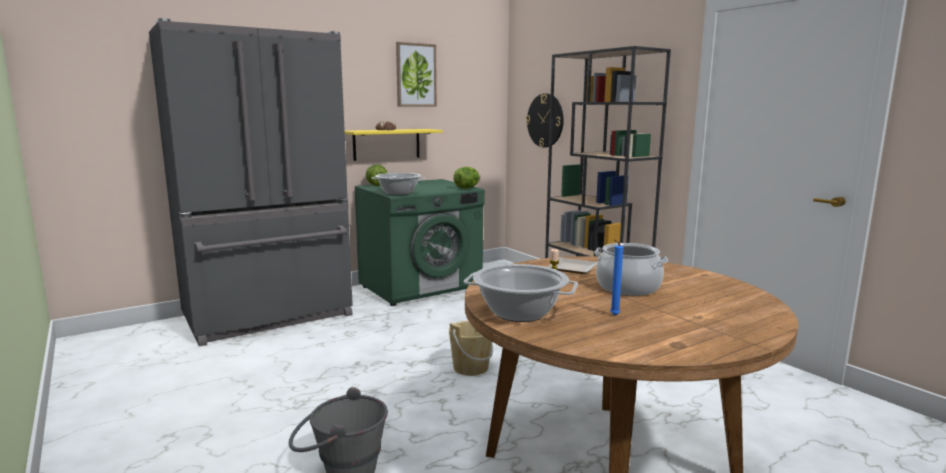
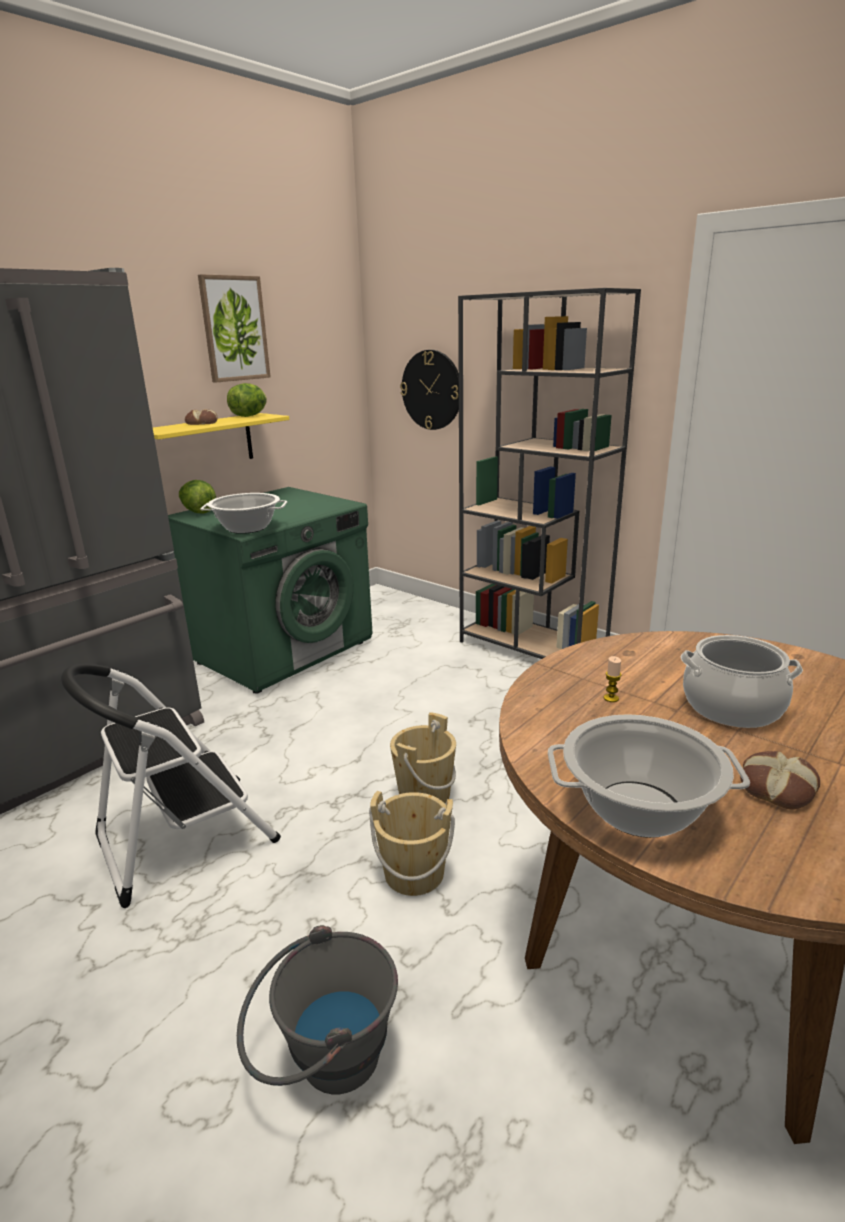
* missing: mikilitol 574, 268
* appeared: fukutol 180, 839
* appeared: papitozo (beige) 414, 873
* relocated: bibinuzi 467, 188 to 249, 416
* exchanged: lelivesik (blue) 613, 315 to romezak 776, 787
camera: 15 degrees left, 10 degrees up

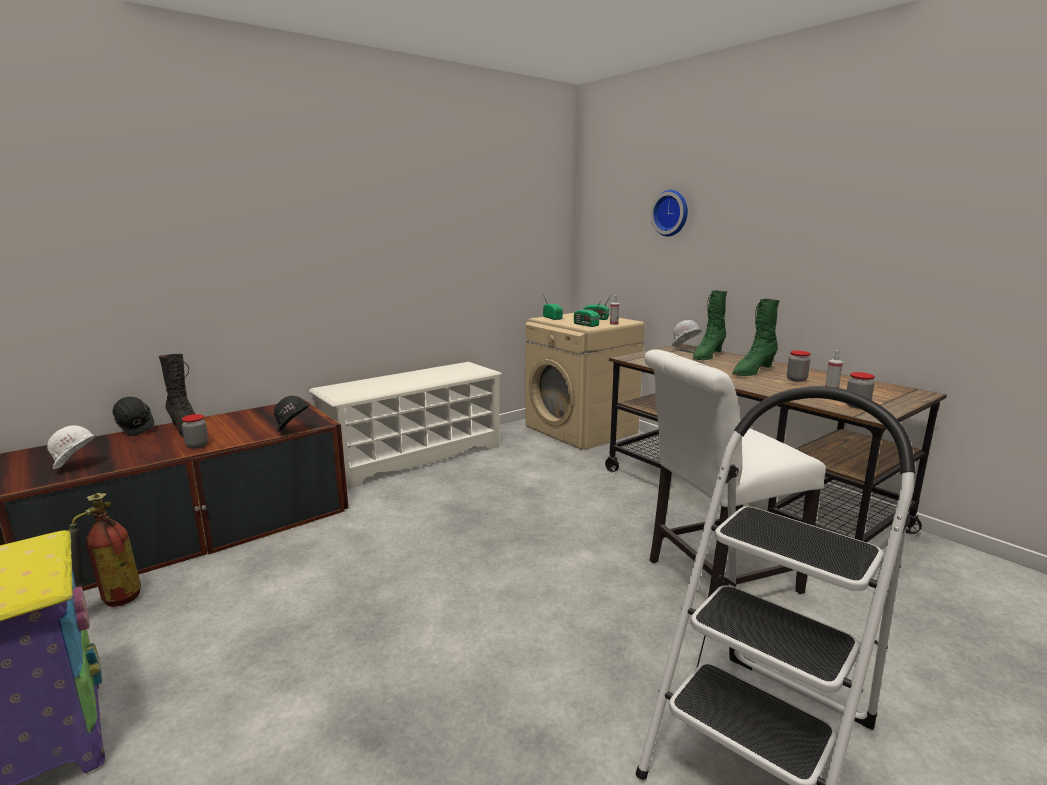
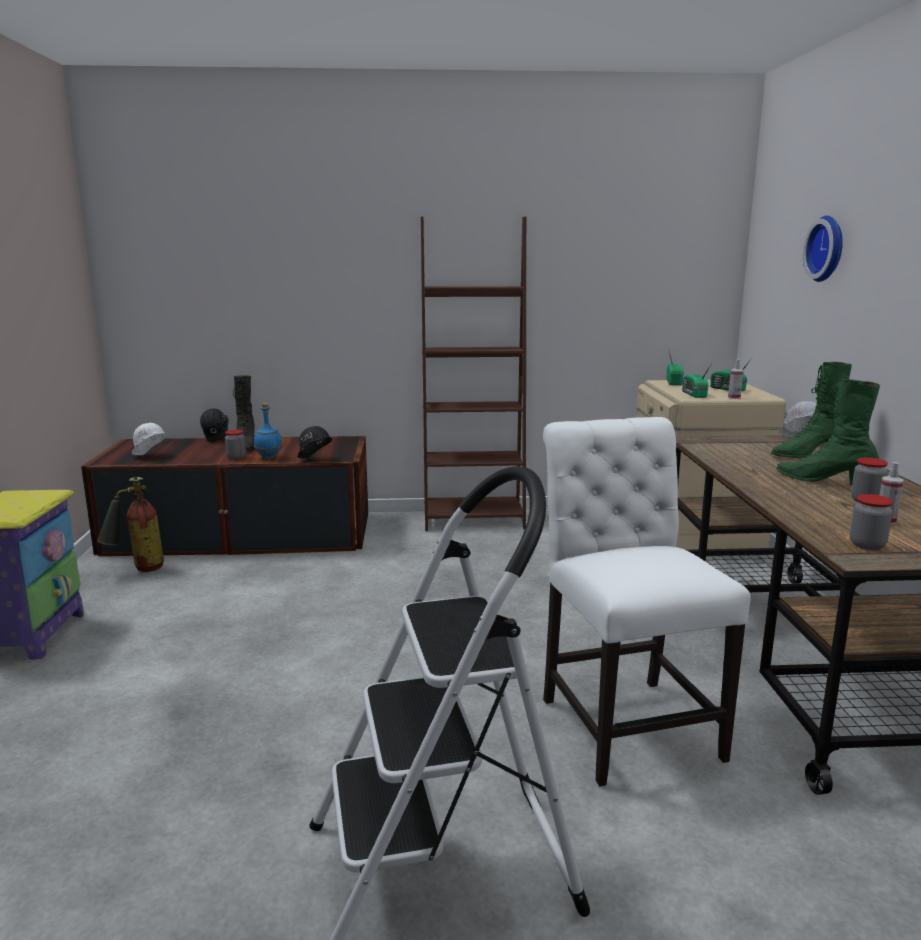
* appeared: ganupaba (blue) 269, 457
* exchanged: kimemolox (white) 414, 457 to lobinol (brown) 473, 520
* spun: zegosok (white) 713, 577 = 625, 722 60 degrees clockwise
* spun: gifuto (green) 752, 372 = 823, 481 45 degrees clockwise
camera: 35 degrees right, 0 degrees up

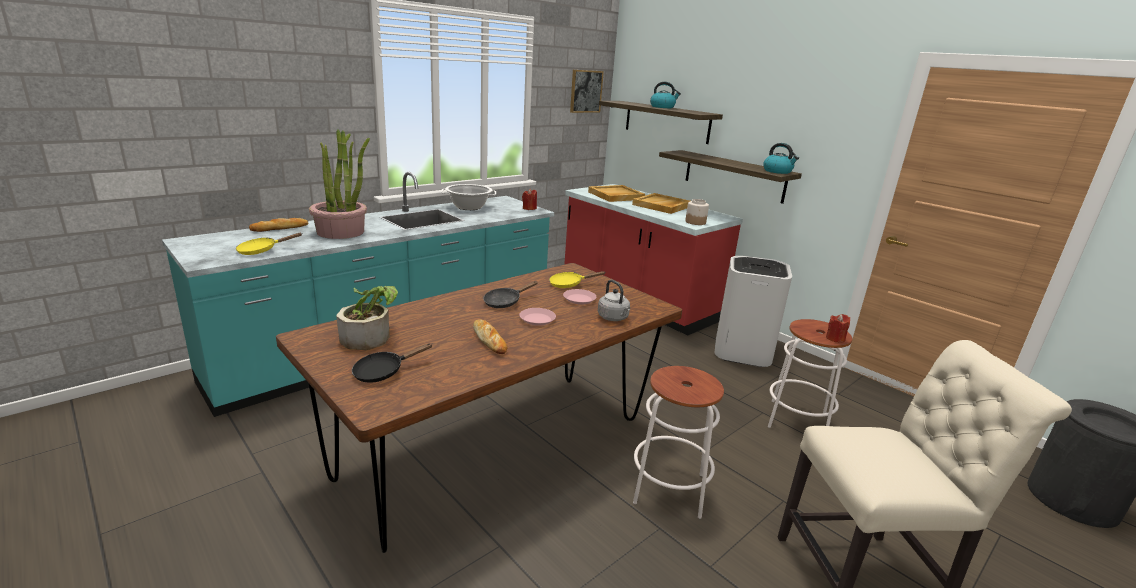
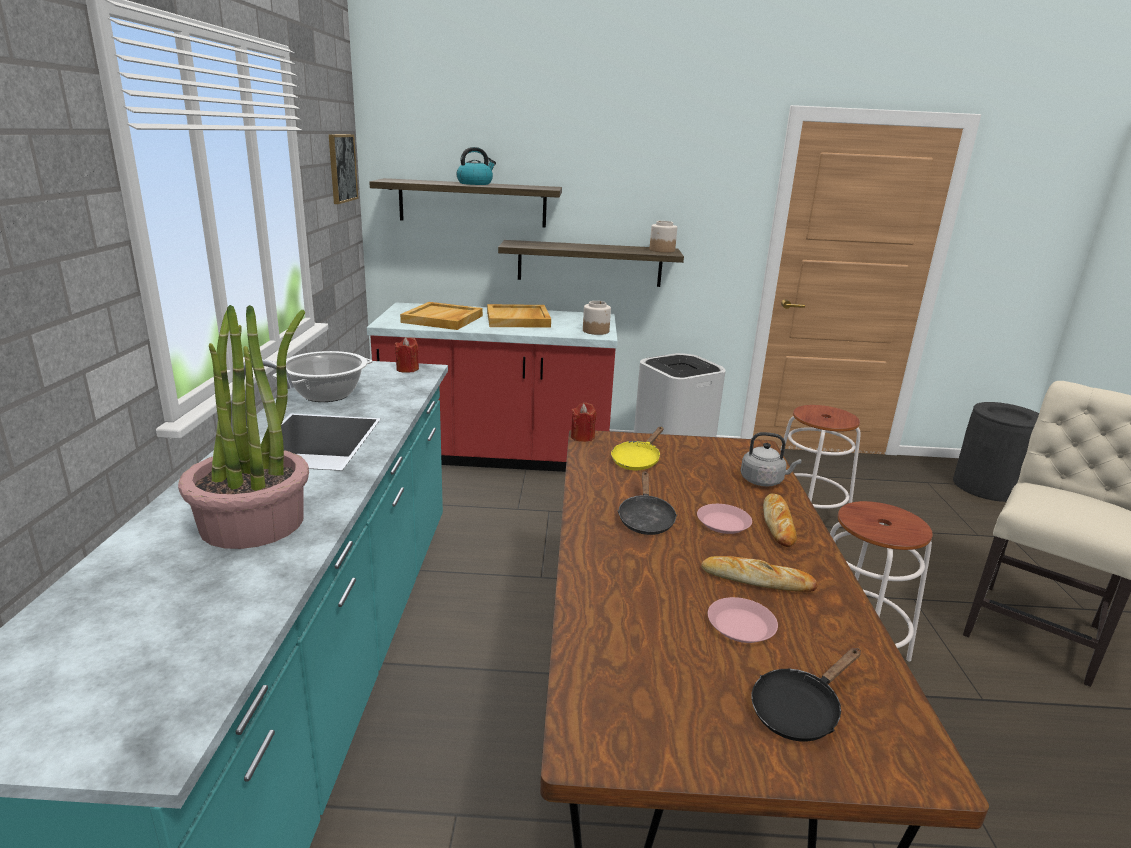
* missing: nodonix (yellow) 261, 250
* missing: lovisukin 371, 336
* relocated: romezak 280, 228 to 778, 523
* relocated: mikilitol (pink) 579, 299 to 741, 626
* relocated: lelivesik (red) 835, 338 to 582, 437
* exchanged: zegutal 778, 171 to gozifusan 661, 250
* spun: nodonix (black) 383, 372 = 799, 710 45 degrees clockwise
camera: 45 degrees left, 0 degrees up

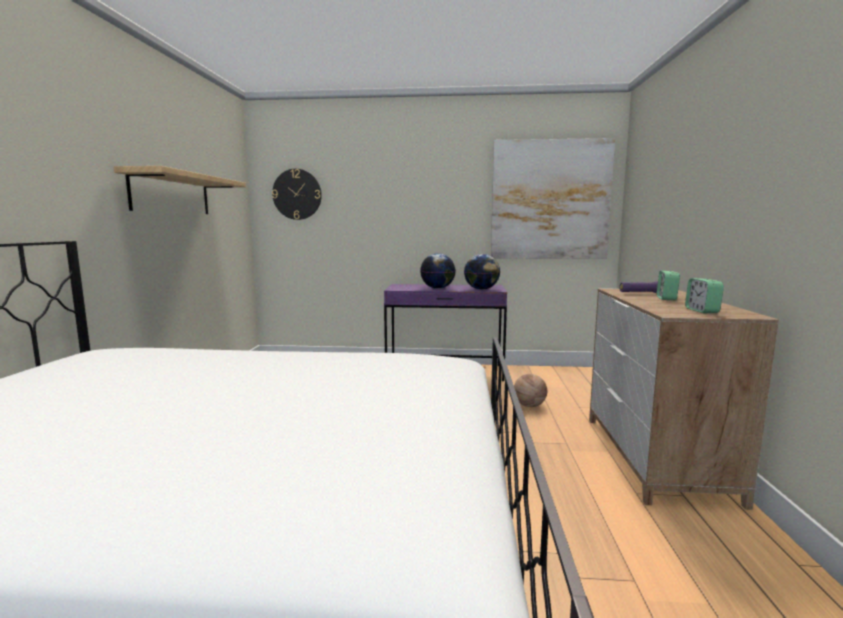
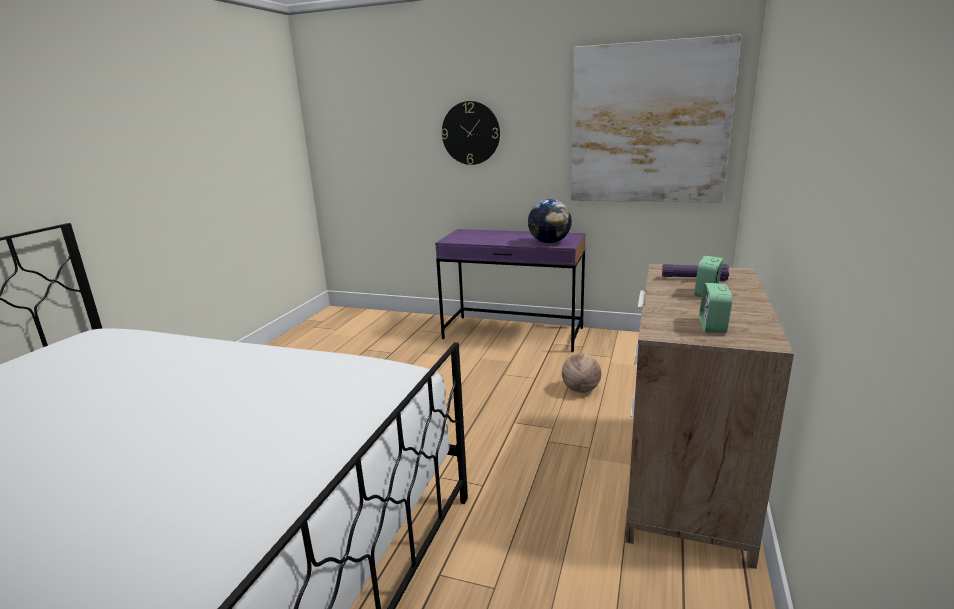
* missing: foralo 171, 194
* missing: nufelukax 438, 288
* relocated: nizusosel 297, 194 to 470, 133
camera: 15 degrees right, 10 degrees up

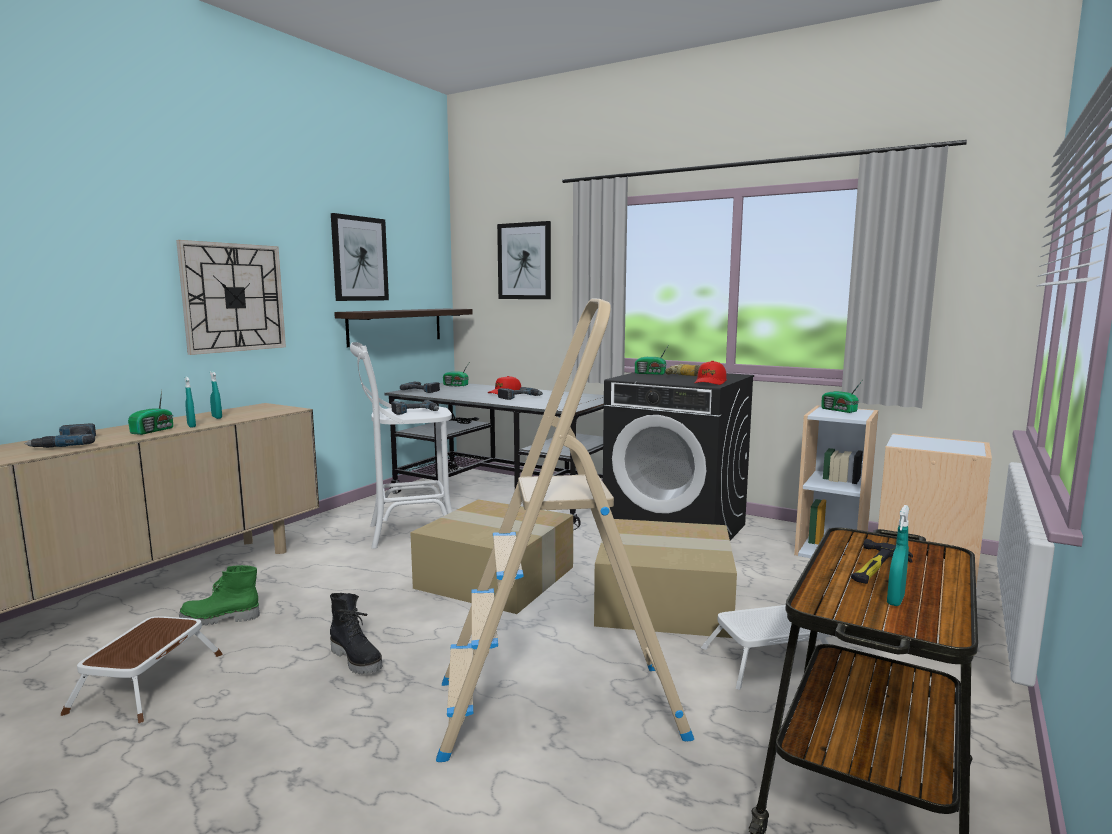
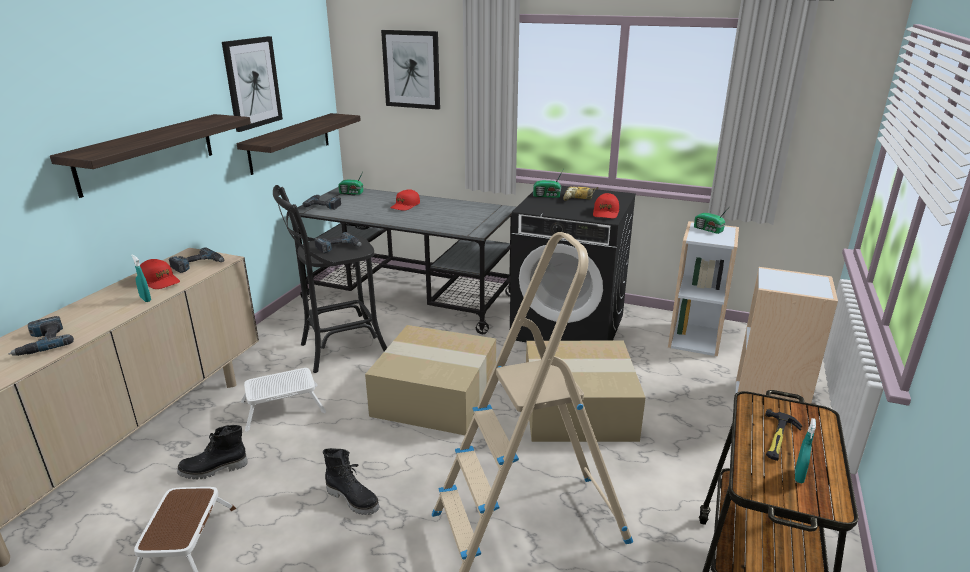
* missing: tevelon 154, 430
* relocated: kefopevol 520, 397 to 198, 265
* relocated: fukutol (white) 770, 661 to 283, 407
* exchanged: nizusosel 233, 297 to foralo 147, 153
* exchanged: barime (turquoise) 217, 417 to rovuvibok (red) 160, 281
* colour: gifuto (green) 219, 619 to gifuto (black) 213, 470
* colour: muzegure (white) 408, 532 to muzegure (black) 339, 350
camera: 10 degrees left, 15 degrees up

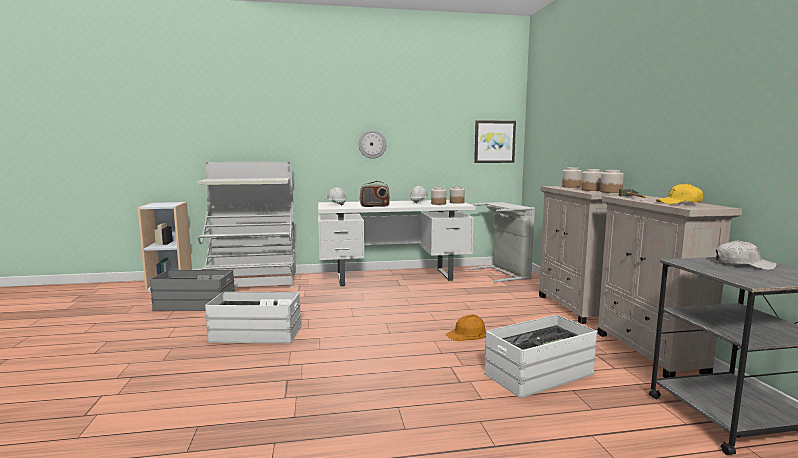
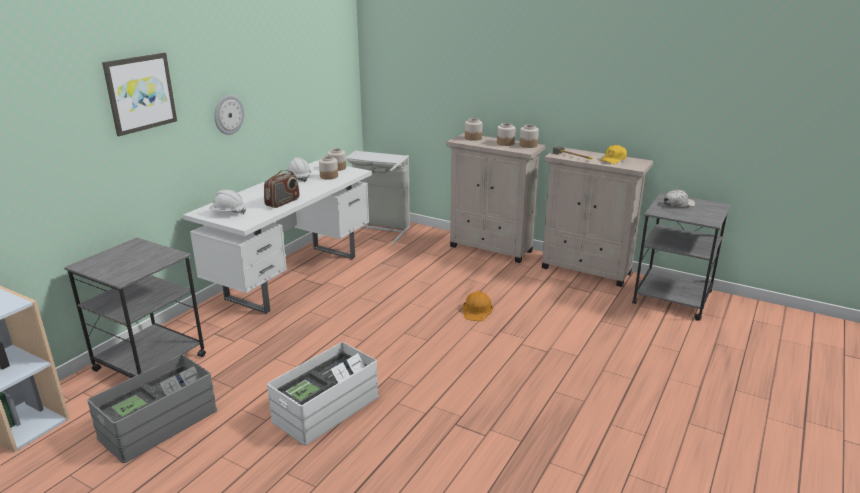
* missing: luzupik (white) 539, 373
* relocated: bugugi 494, 141 to 140, 93
* exchanged: kimemolox (white) 252, 284 to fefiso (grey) 151, 361
camera: 50 degrees left, 15 degrees up

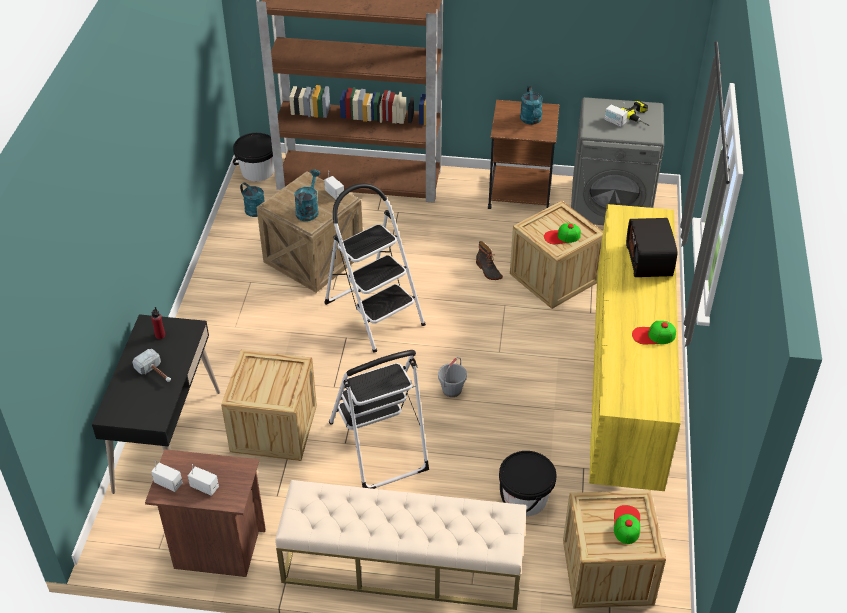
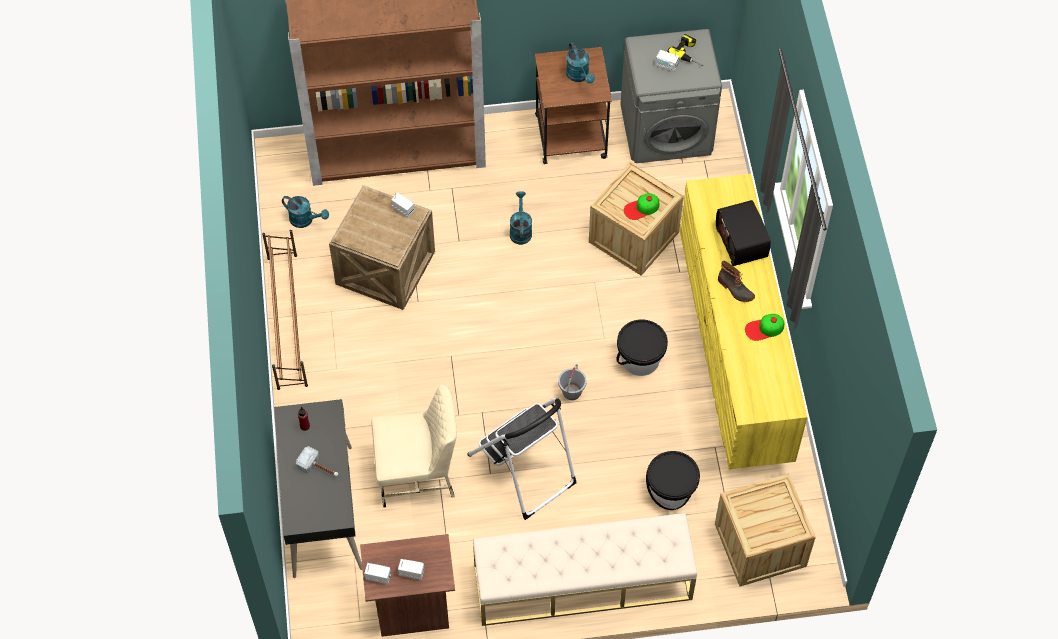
* missing: fukutol 373, 312
* missing: rovuvibok 626, 524
* appeared: kimemolox (brown) 287, 320
* relocated: papitozo (black) 257, 171 to 640, 359
* relocated: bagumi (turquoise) 308, 210 to 520, 230
* relocated: gifuto 488, 271 to 735, 289
* exchanged: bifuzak 274, 428 to zegosok (beige) 418, 474
camera: 15 degrees left, 15 degrees up

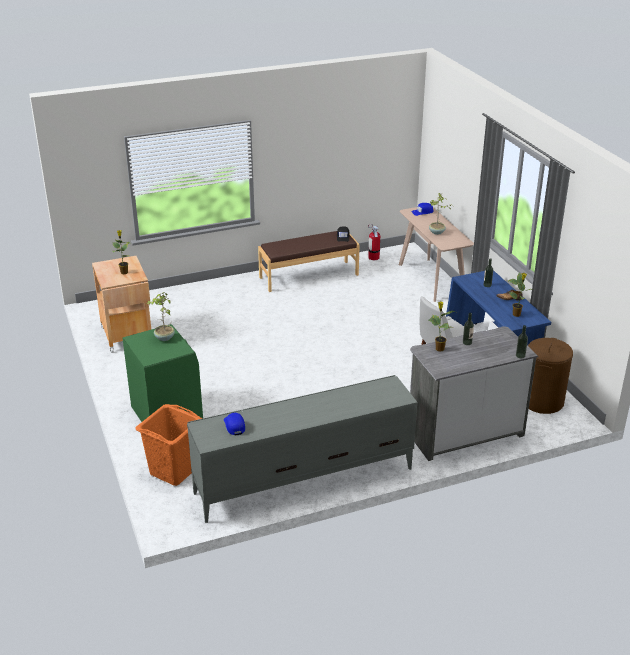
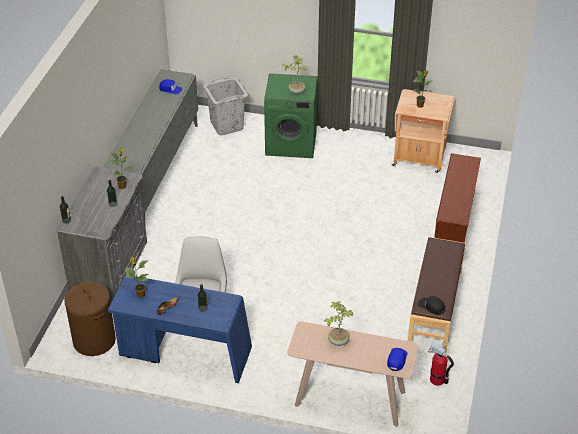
* appeared: kimemolox (brown) 454, 225
* colour: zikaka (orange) 174, 470 to zikaka (grey) 226, 126
camera: 125 degrees right, 10 degrees up

